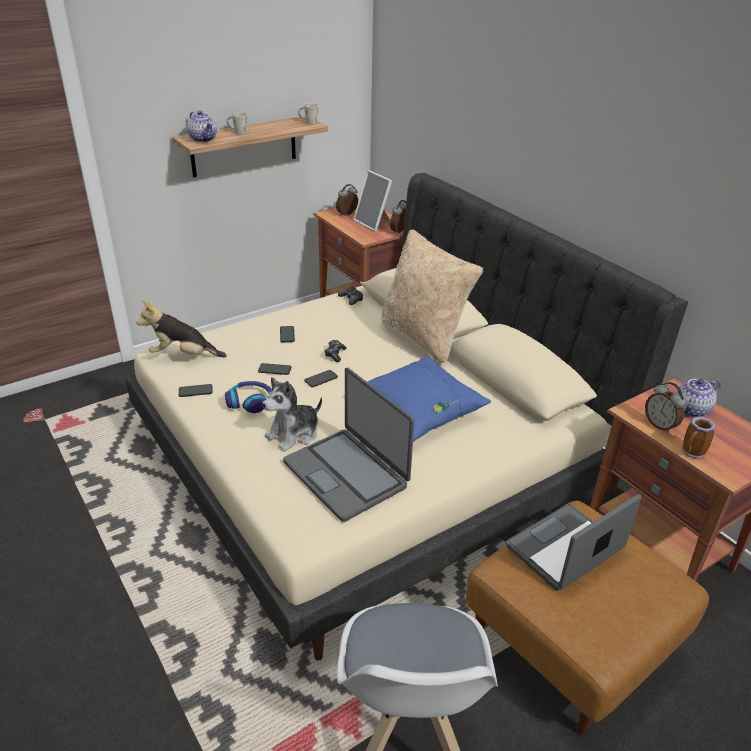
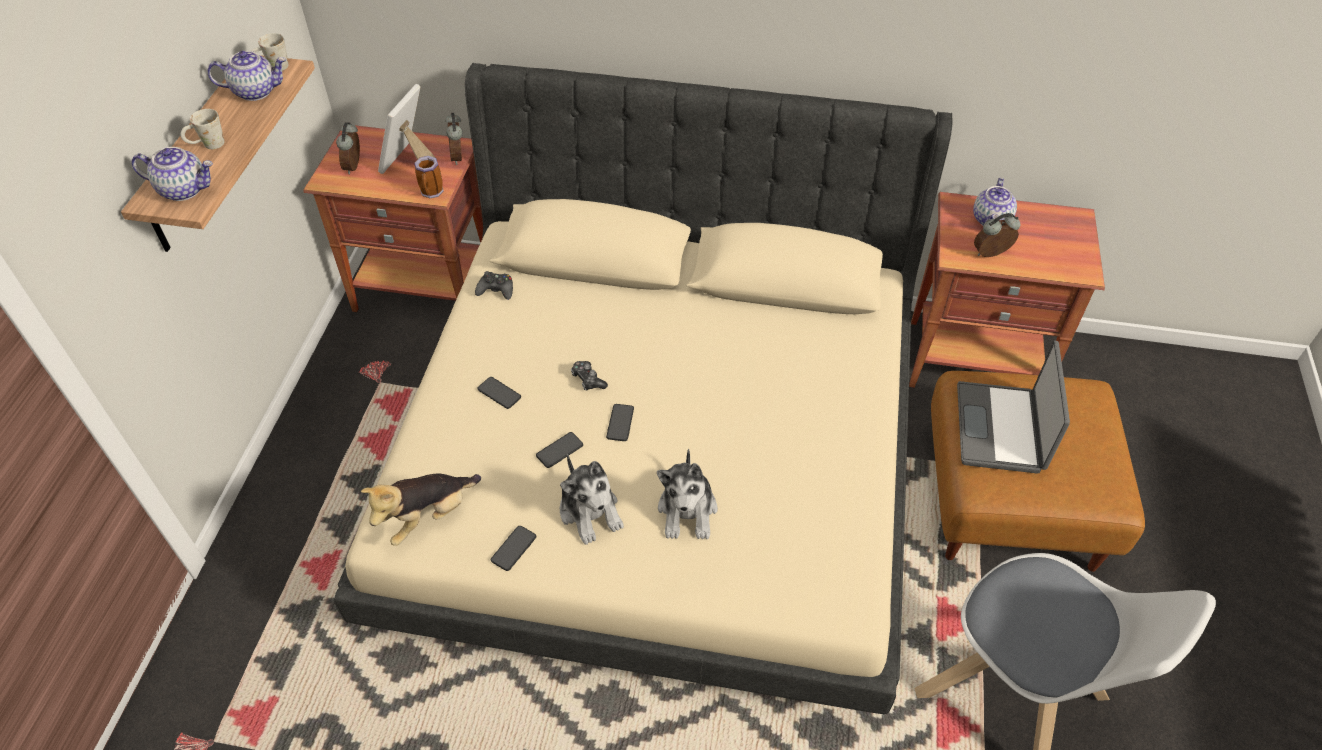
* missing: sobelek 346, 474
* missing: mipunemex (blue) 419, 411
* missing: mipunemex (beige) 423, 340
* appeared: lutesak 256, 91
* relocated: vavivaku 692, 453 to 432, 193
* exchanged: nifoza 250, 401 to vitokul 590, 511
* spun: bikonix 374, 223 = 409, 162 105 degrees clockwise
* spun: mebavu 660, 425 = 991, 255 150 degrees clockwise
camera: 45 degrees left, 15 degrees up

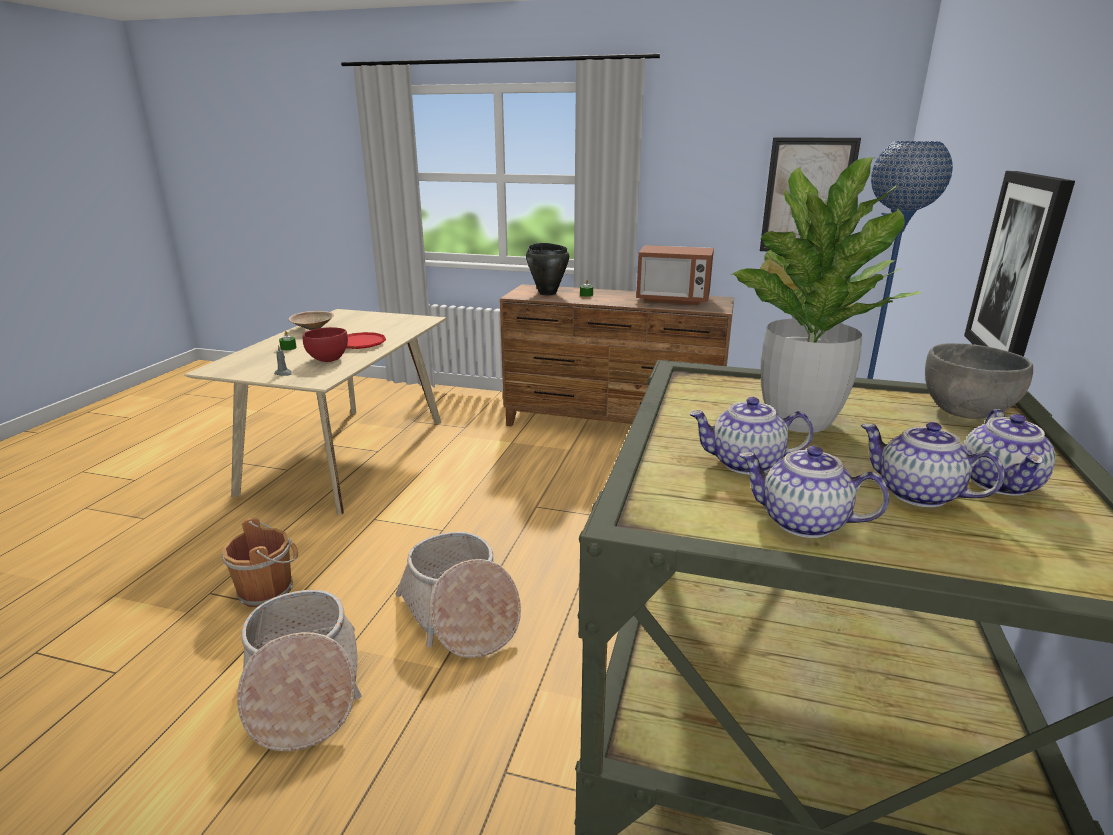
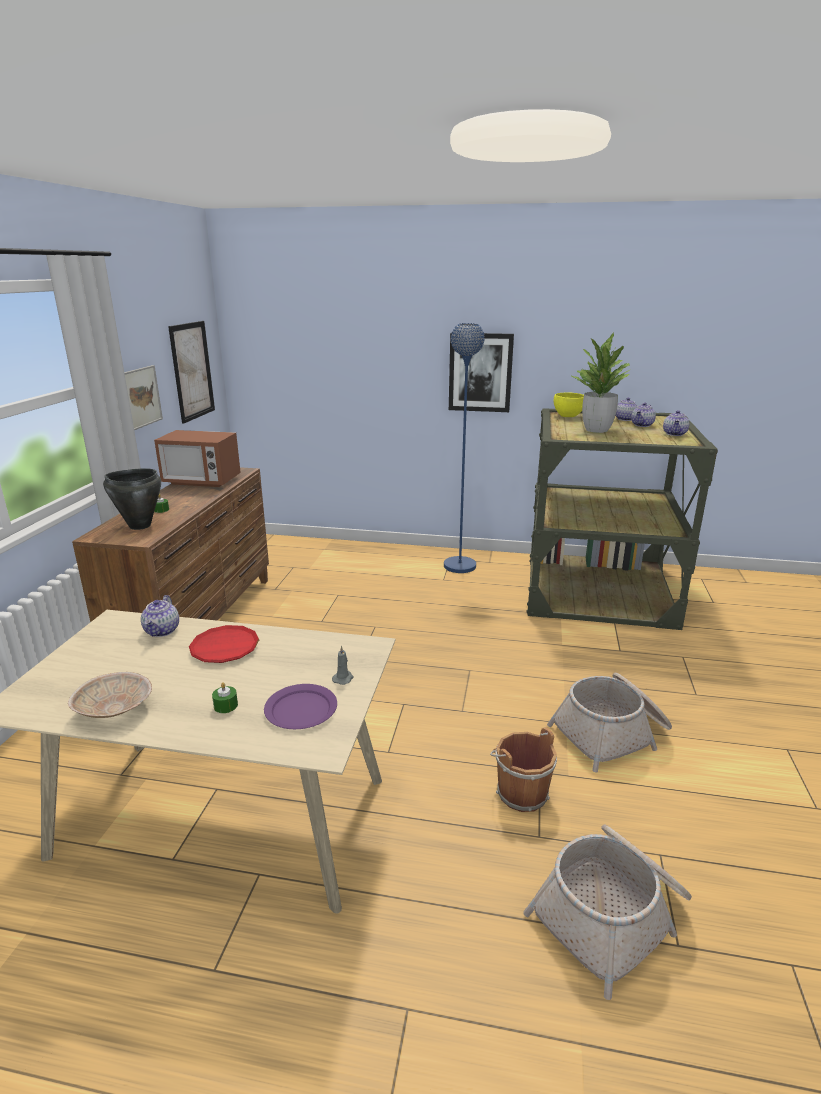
* missing: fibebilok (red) 328, 359
* appeared: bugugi 141, 397
* appeared: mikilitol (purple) 301, 709
* relocated: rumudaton 460, 614 to 611, 914
* relocated: lutesak 745, 464 to 162, 631
* colour: fibebilok (grey) 964, 412 to fibebilok (yellow) 568, 416
* spun: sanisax 673, 299 = 201, 481 90 degrees clockwise
camera: 95 degrees left, 0 degrees up

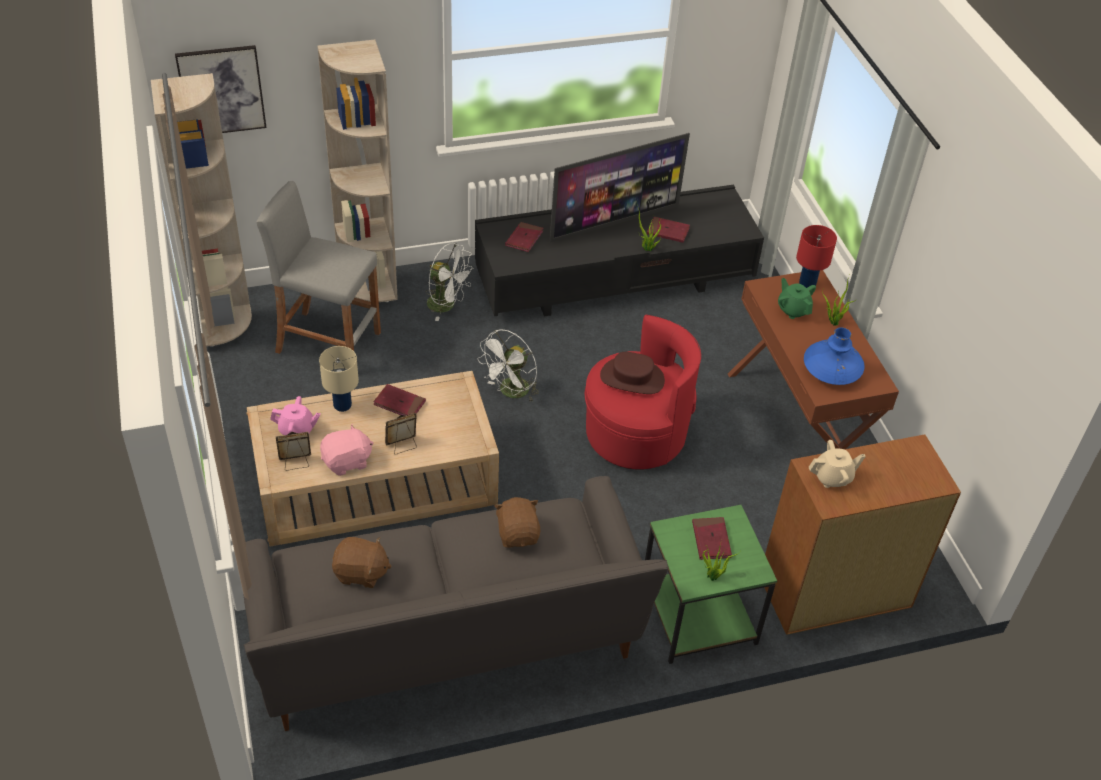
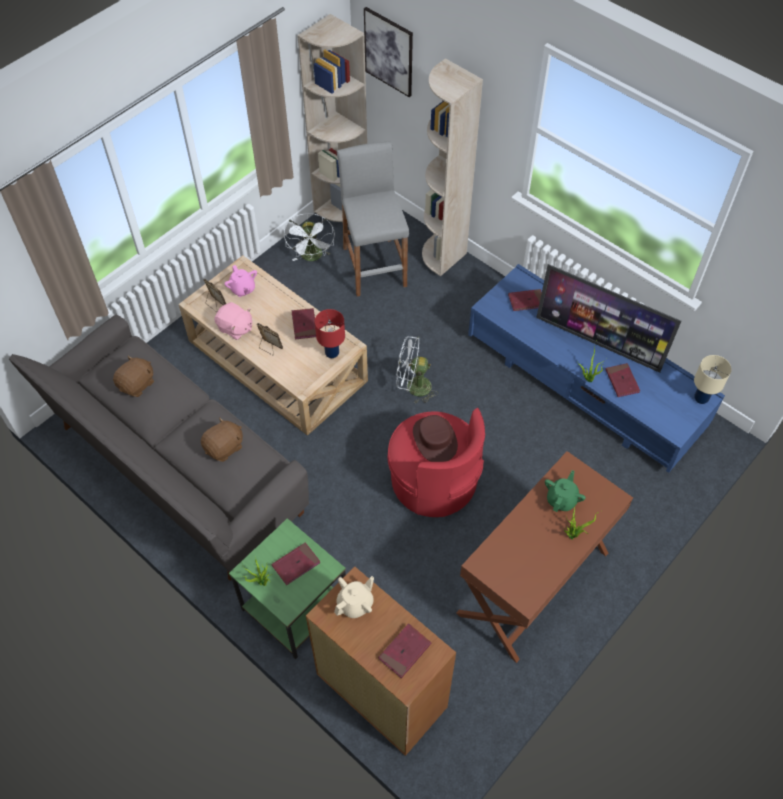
* missing: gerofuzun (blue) 831, 370
* appeared: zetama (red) 404, 651
* relocated: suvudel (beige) 341, 406 to 700, 398
* relocated: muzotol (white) 447, 305 to 312, 257
* relocated: suvudel (red) 806, 284 to 332, 353
* colour: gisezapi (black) 614, 278 to gisezapi (blue) 584, 384
* spun: vitokul (brown) 361, 573 = 137, 384 120 degrees counterclockwise
* spun: lutesak (beige) 832, 477 = 355, 603 90 degrees counterclockwise
camera: 60 degrees right, 10 degrees up

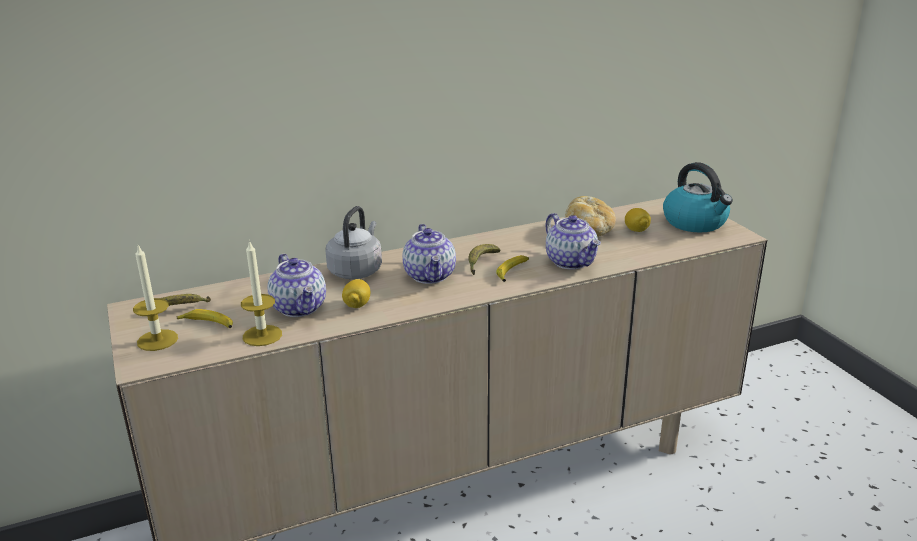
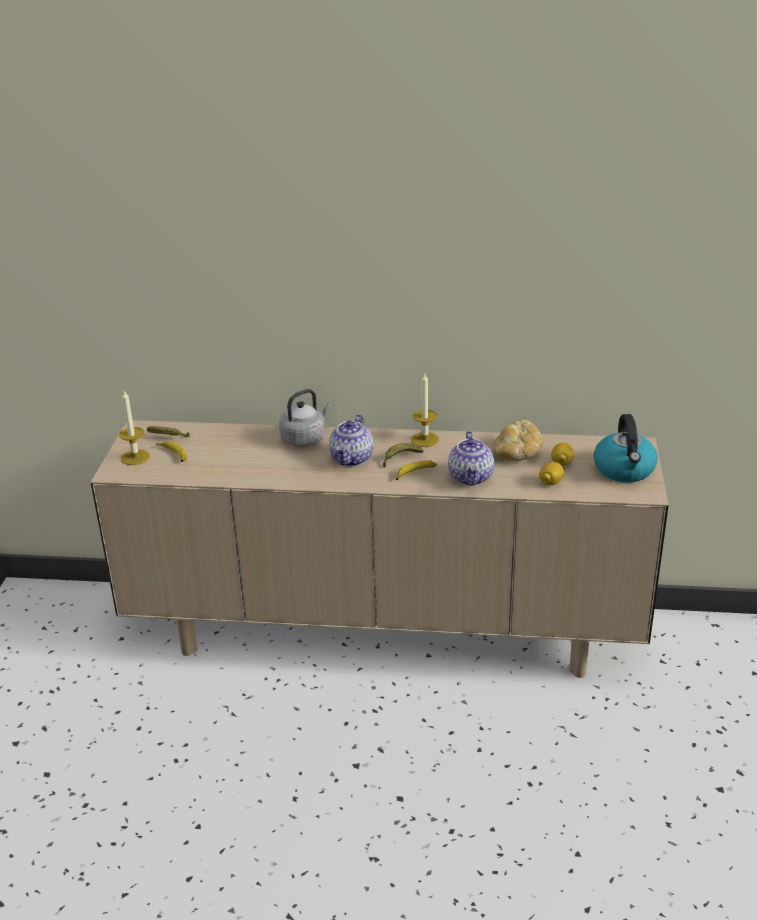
* missing: lutesak 300, 308
* relocated: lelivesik 262, 335 to 425, 439
* relocated: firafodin 357, 305 to 551, 483
camera: 30 degrees right, 5 degrees up

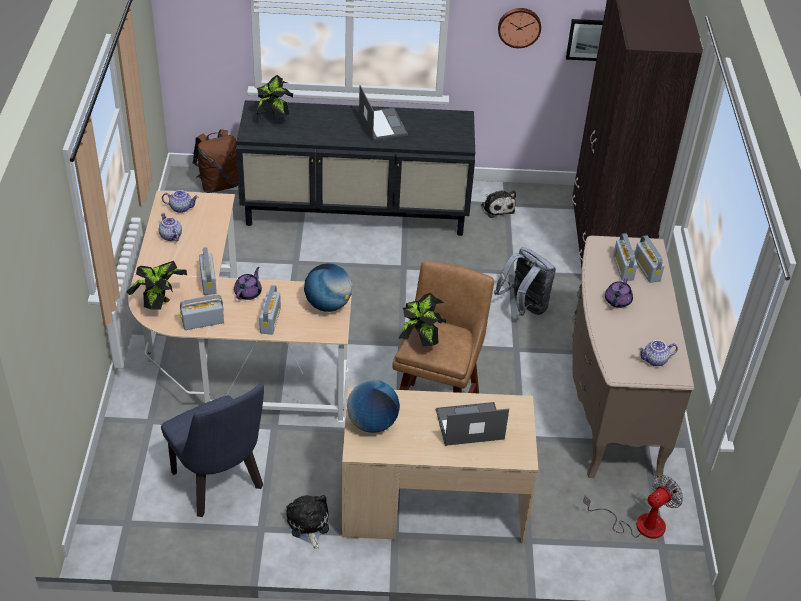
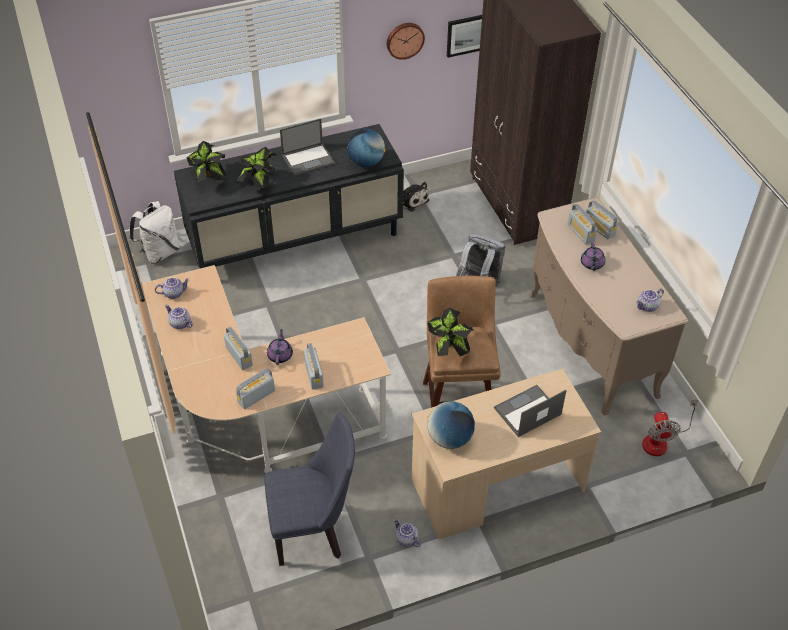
* relocated: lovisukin 160, 303 to 259, 184
* relocated: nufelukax 328, 305 to 366, 162
* exchanged: vitokul 308, 525 to lutesak 406, 539
* colour: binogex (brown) 218, 185 to binogex (white) 160, 252
* spun: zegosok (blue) 220, 485 = 313, 532 45 degrees counterclockwise
* spun: sobelek 382, 124 = 308, 159 105 degrees clockwise
* spun: muzotol 639, 524 = 661, 440 150 degrees clockwise
camera: 20 degrees left, 5 degrees up

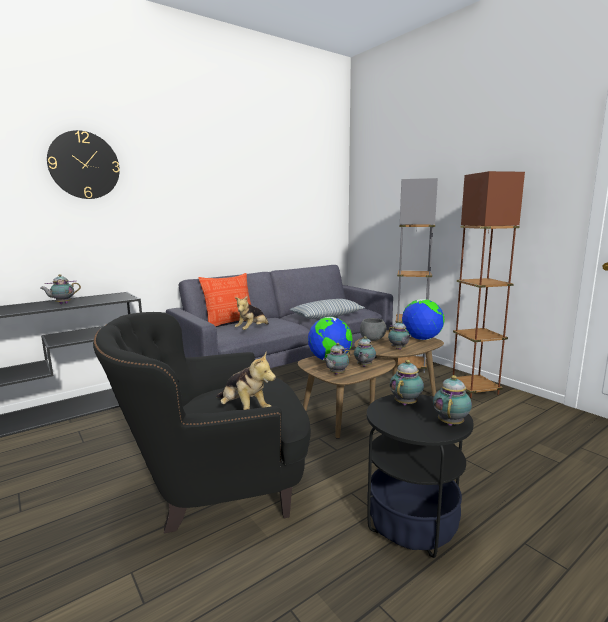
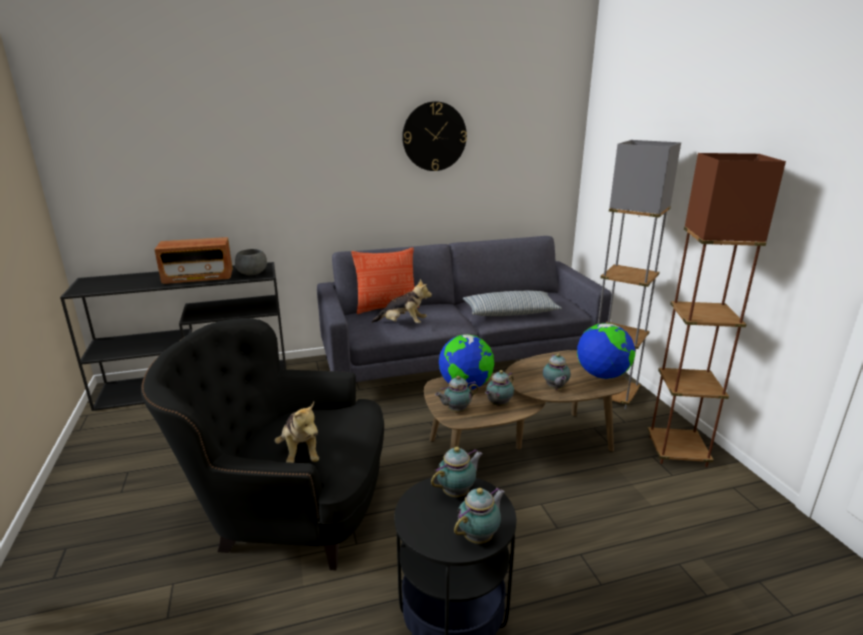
* relocated: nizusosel 84, 165 to 434, 136
* relocated: fibebilok (grey) 373, 340 to 252, 274
* exchanged: lutesak 62, 303 to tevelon 198, 277
* spun: vitokul 252, 330 = 403, 324 135 degrees counterclockwise
camera: 20 degrees right, 10 degrees up

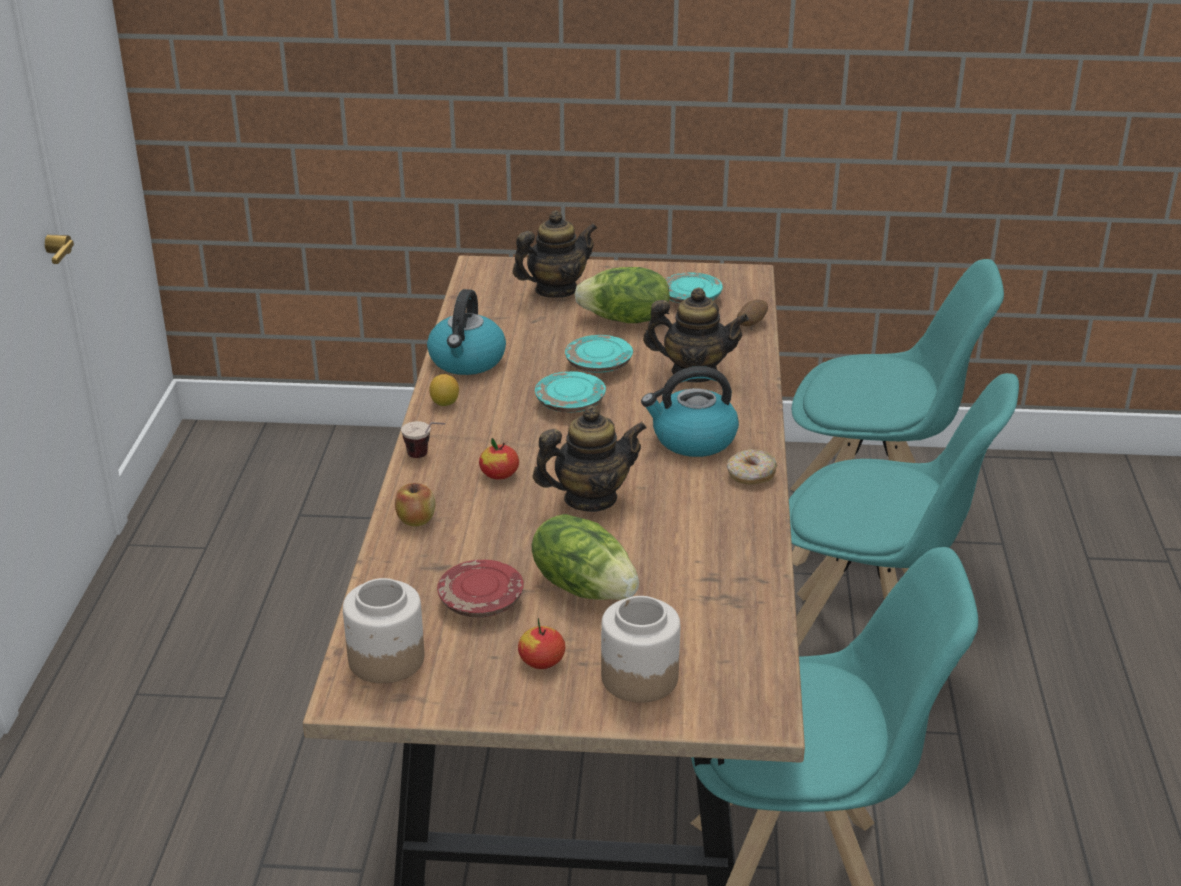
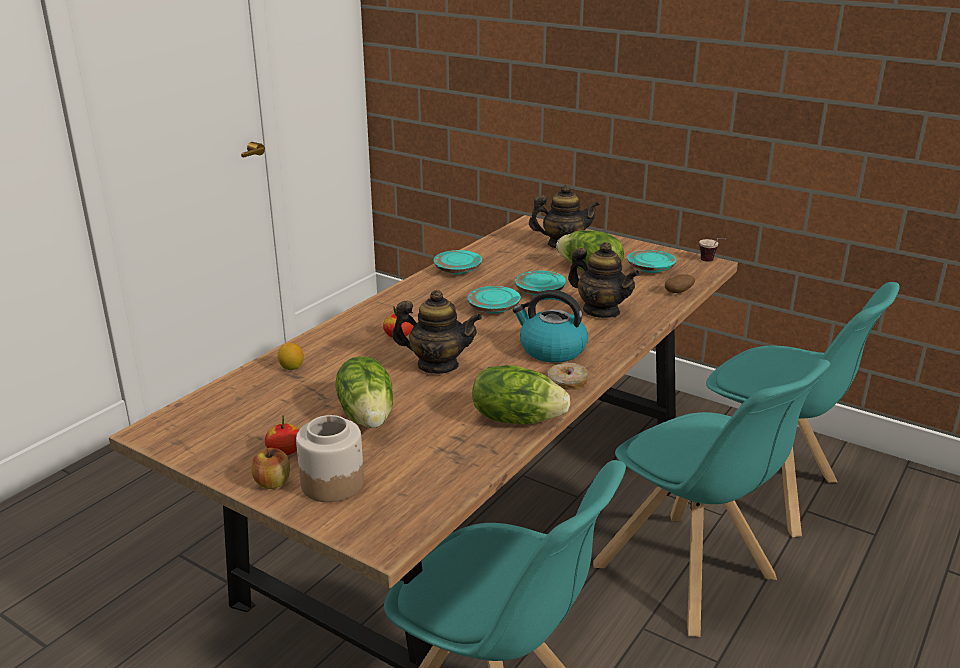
* missing: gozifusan 385, 659
* missing: mikilitol (red) 481, 601
* appeared: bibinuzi 517, 419
* relocated: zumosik 416, 520 to 272, 483
* relocated: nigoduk 426, 457 to 711, 262
* relocated: firafodin 445, 403 to 291, 368
* exchanged: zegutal 467, 361 to mikilitol (turquoise) 458, 270
camera: 30 degrees right, 5 degrees down

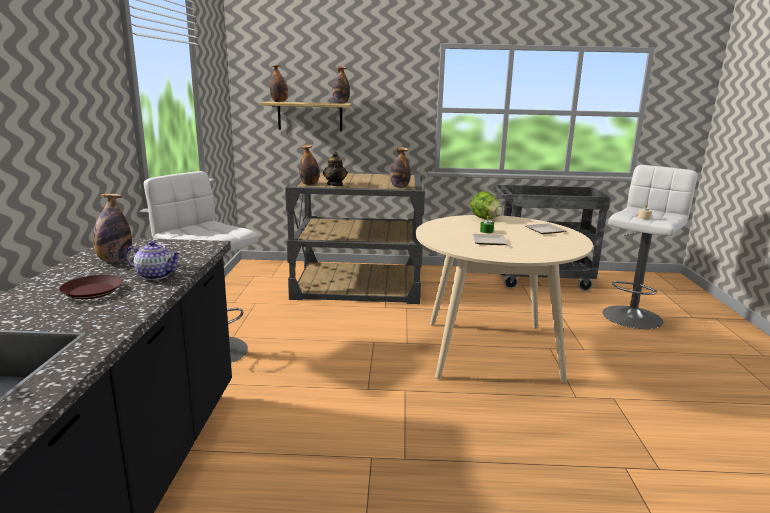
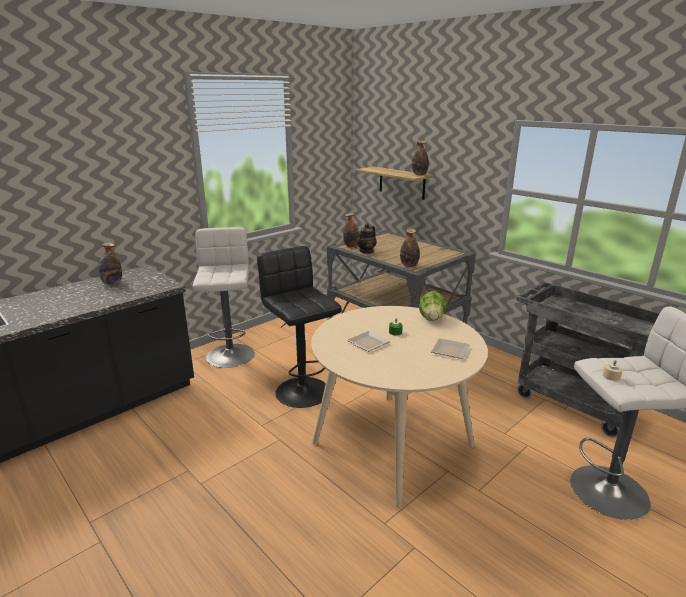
* missing: mikilitol (brown) 93, 291
* missing: lutesak 155, 275
* missing: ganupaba 279, 102
* appeared: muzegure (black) 302, 391
camera: 45 degrees right, 5 degrees up

